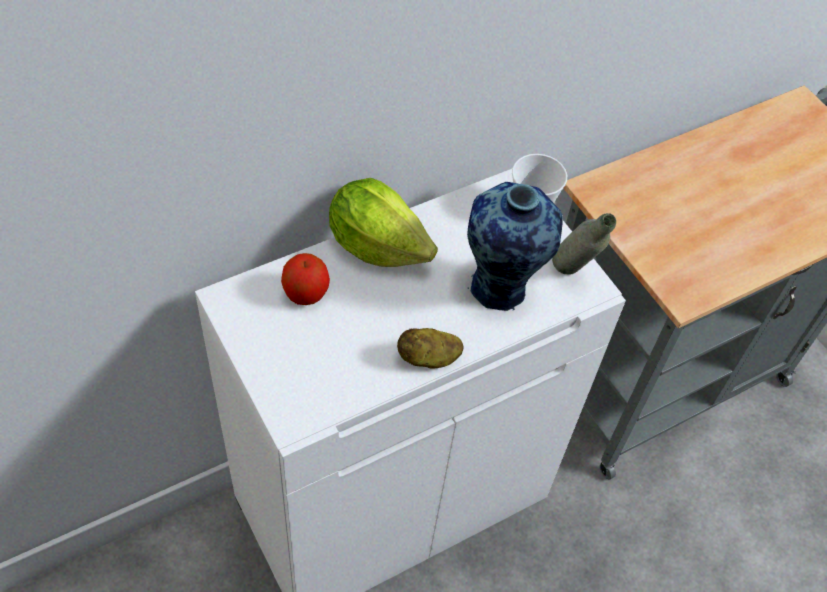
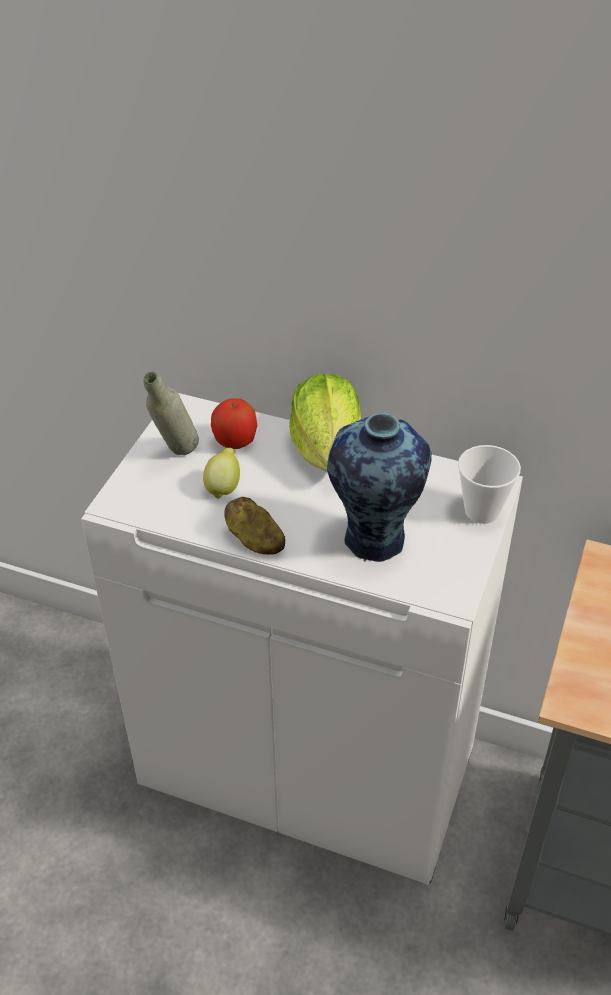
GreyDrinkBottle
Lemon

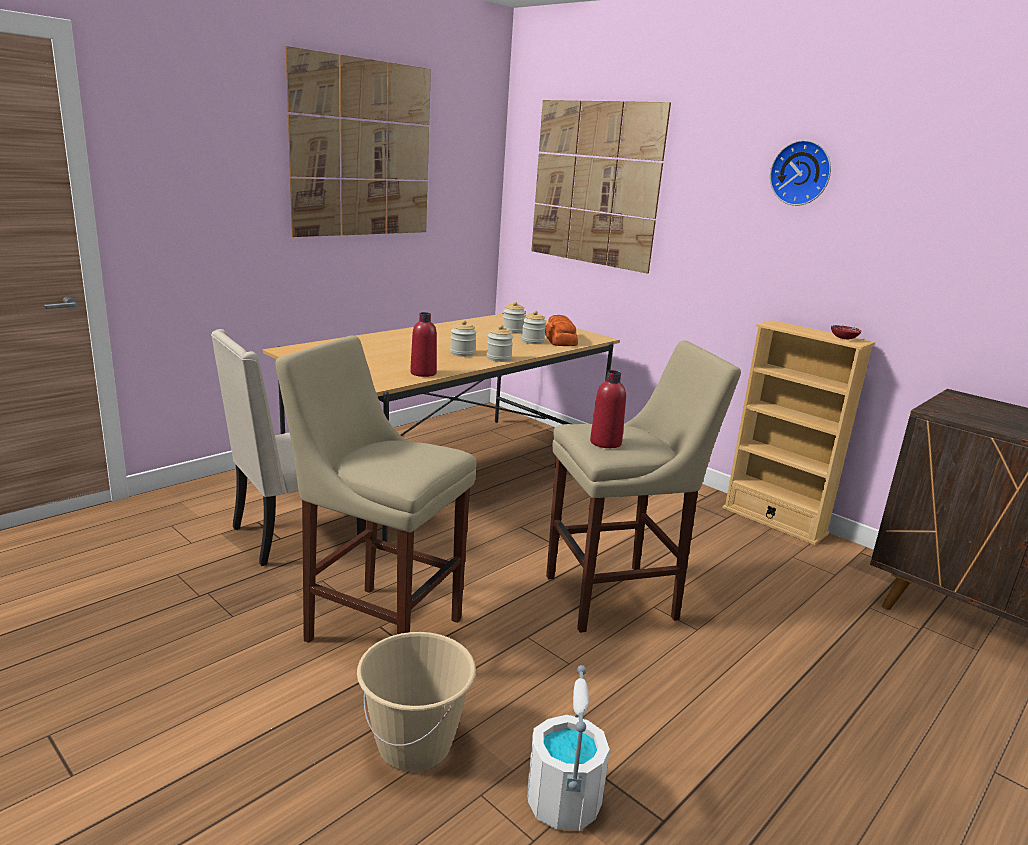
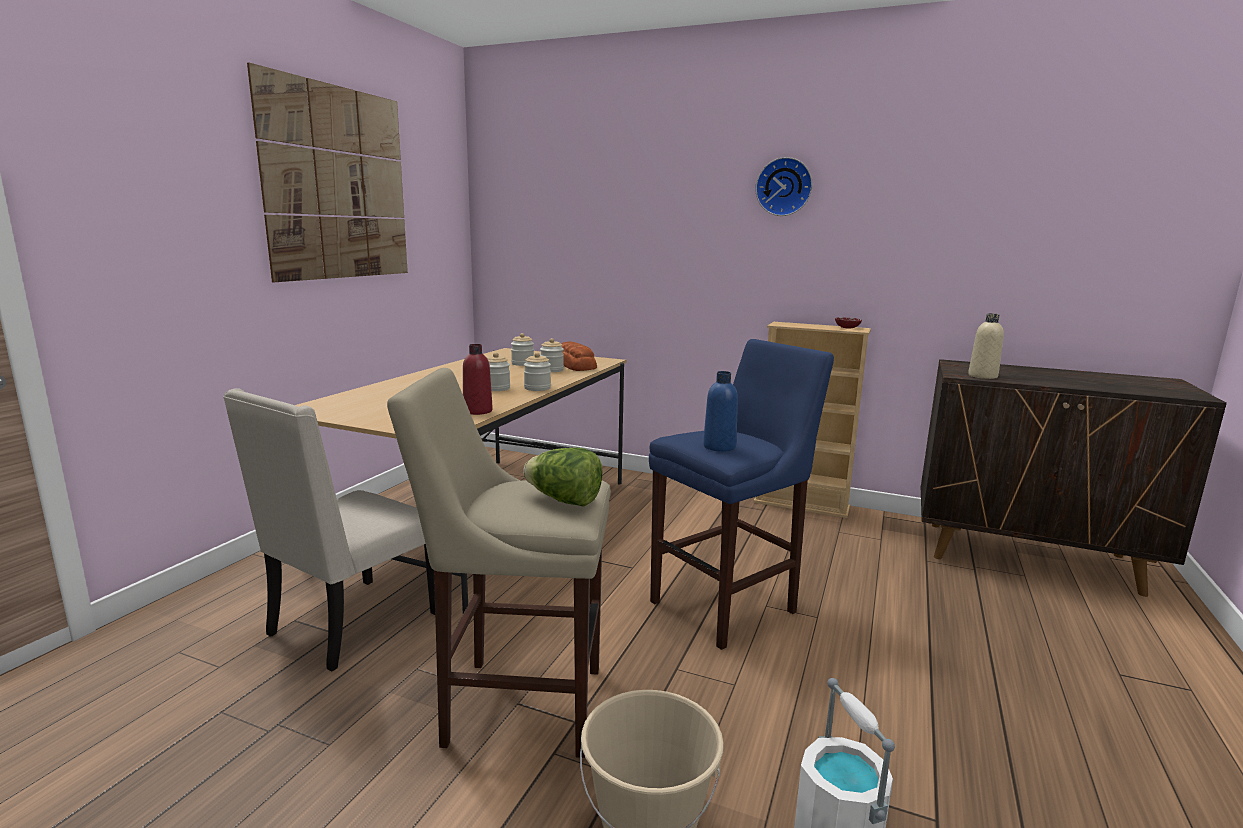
WallPicture (no. 2 from left in the first image)
BlueStoolSeat
BlueDrinkBottle
LettuceHead
BeigeColouredDrinkBottle

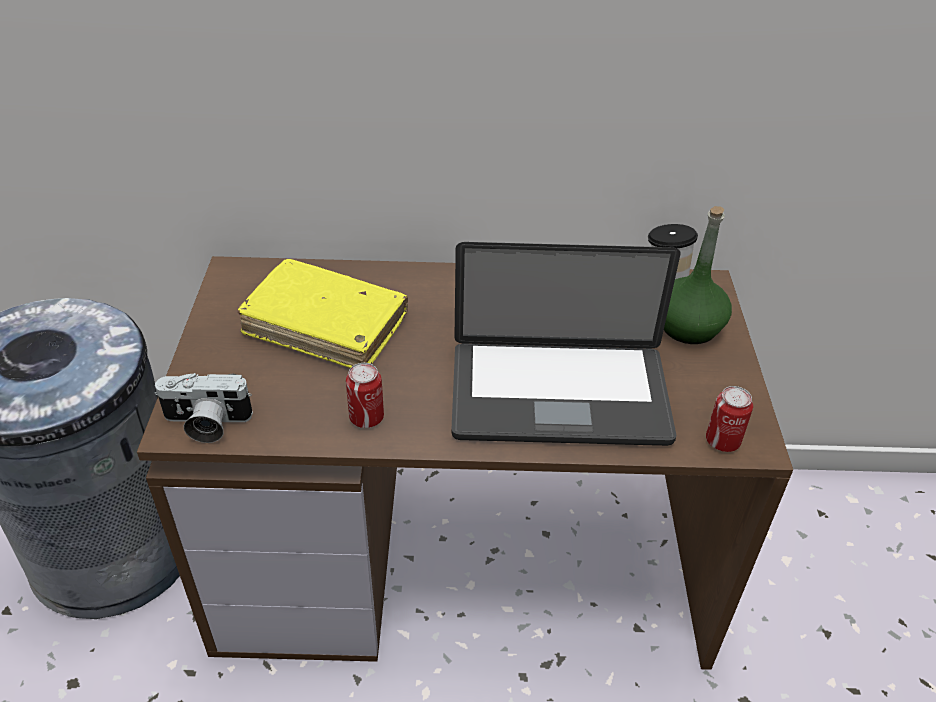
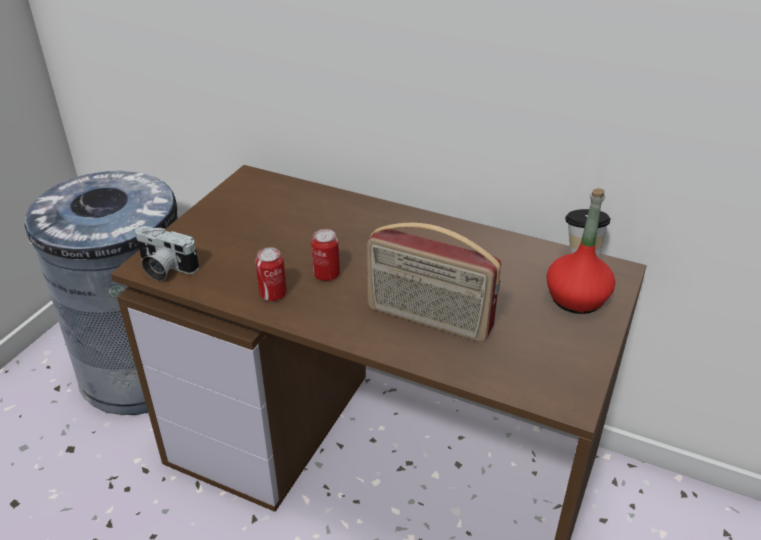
YellowishBook
RadioReceiver
ReddishDrinkBottle
Can (no. 2 from left)

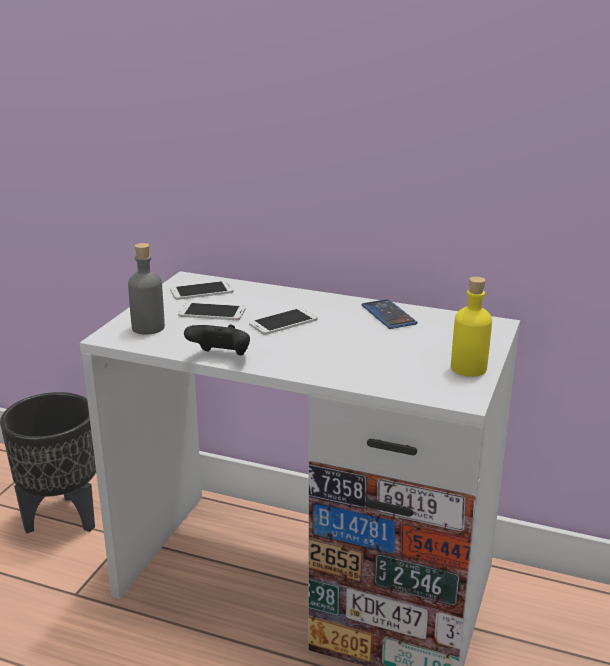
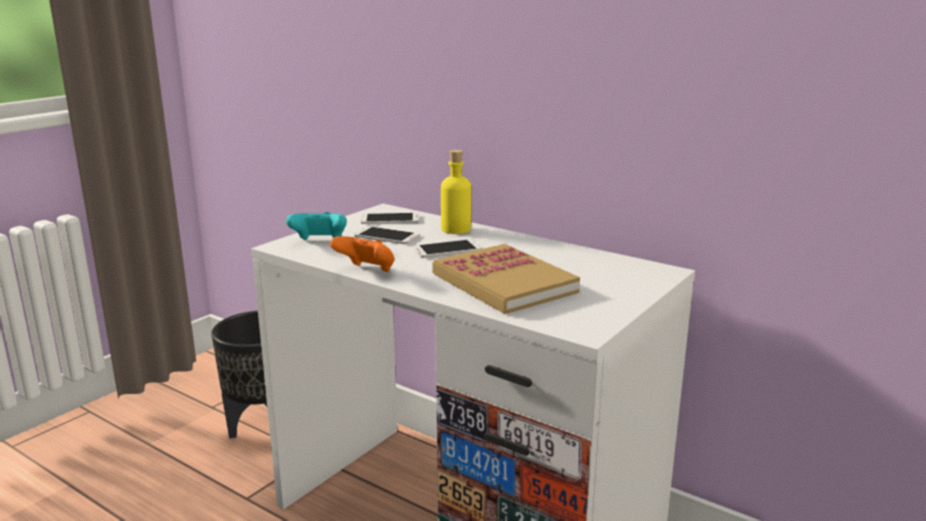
BlueGreenJoypad
OrangeColouredJoypad
Phone (no. 4 from left in the first image)
YellowishDrinkBottle
Book

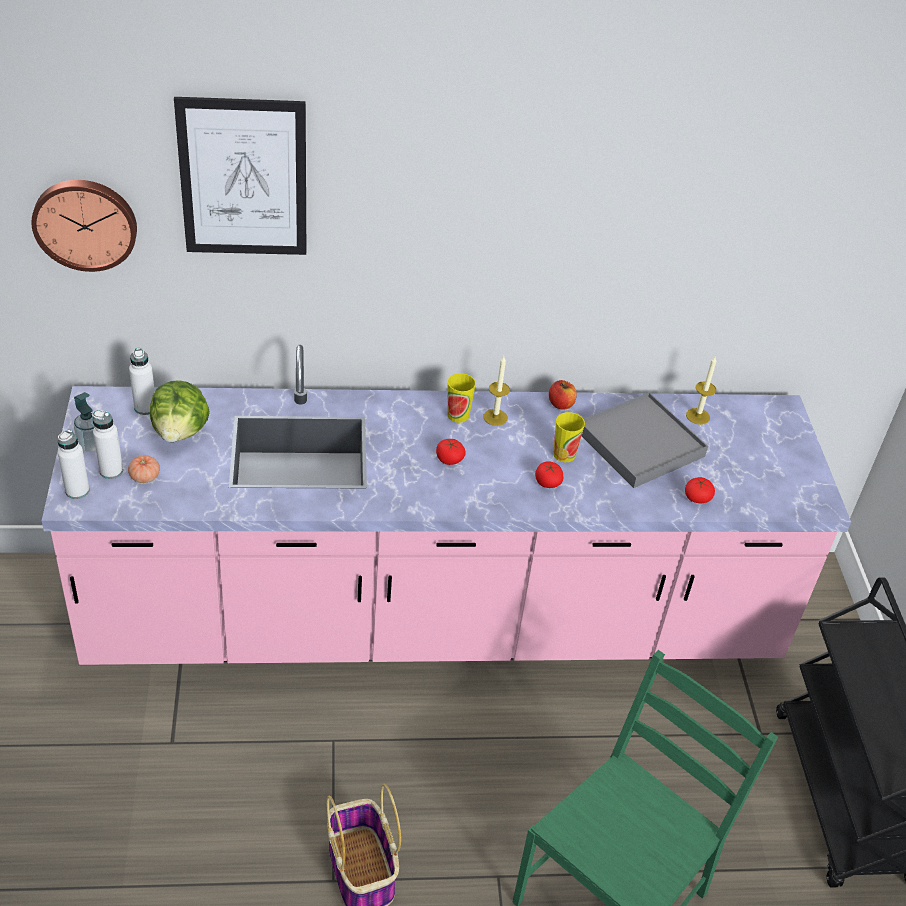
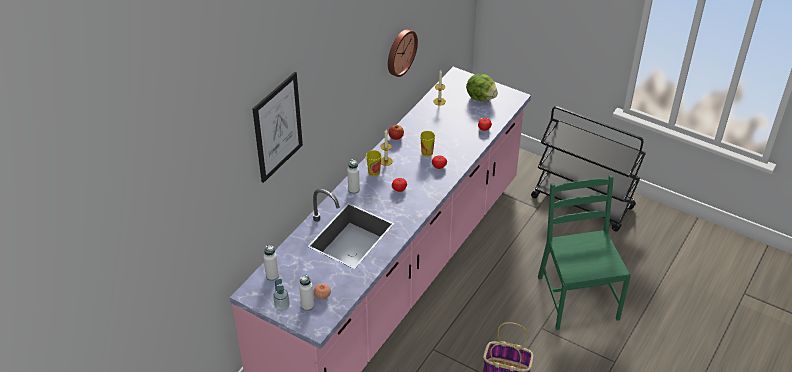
ClockOnTheWall
WhitishDrinkBottle (no. 3 from left)
LettuceHead
GreyServingTray

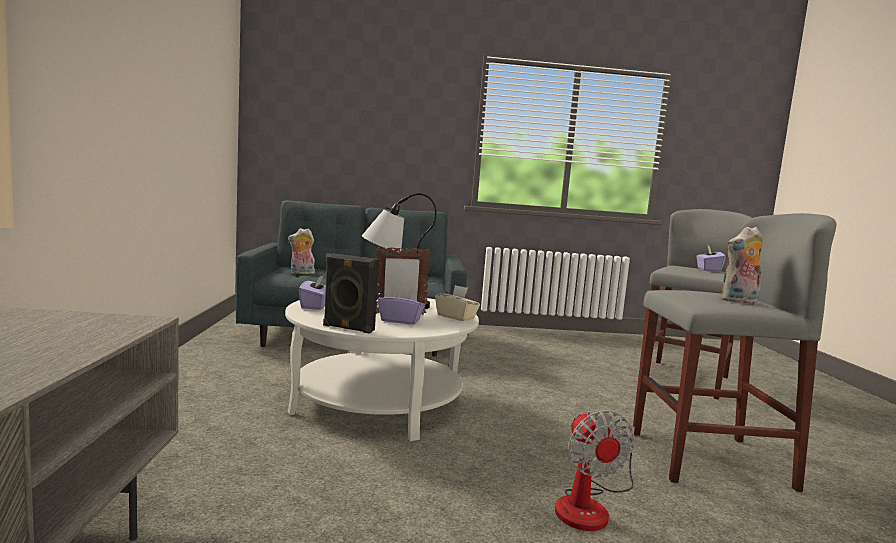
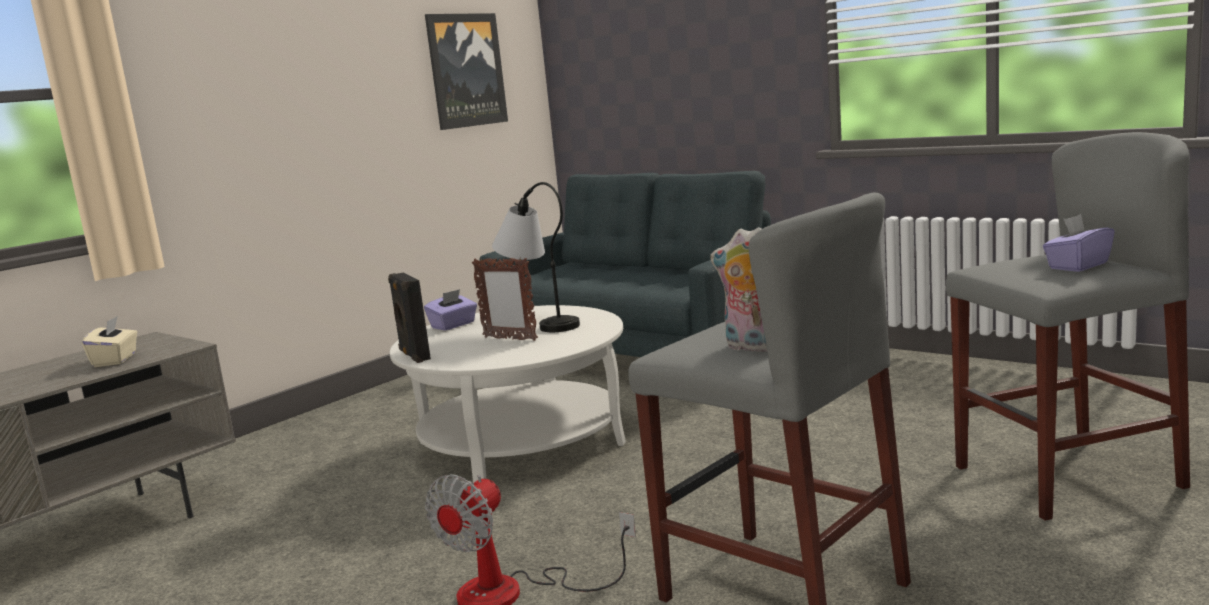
CuddlyToy (no. 1 from left in the first image)
PurpleColouredTissueHolder (no. 2 from left in the first image)
BeigeColouredTissueHolder
WallPicture

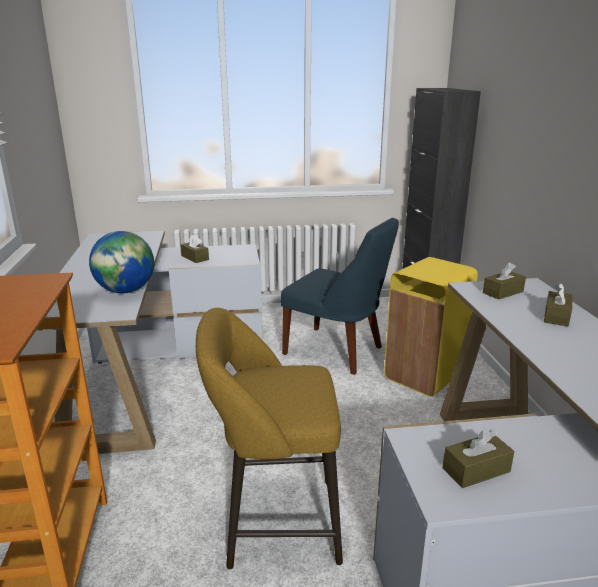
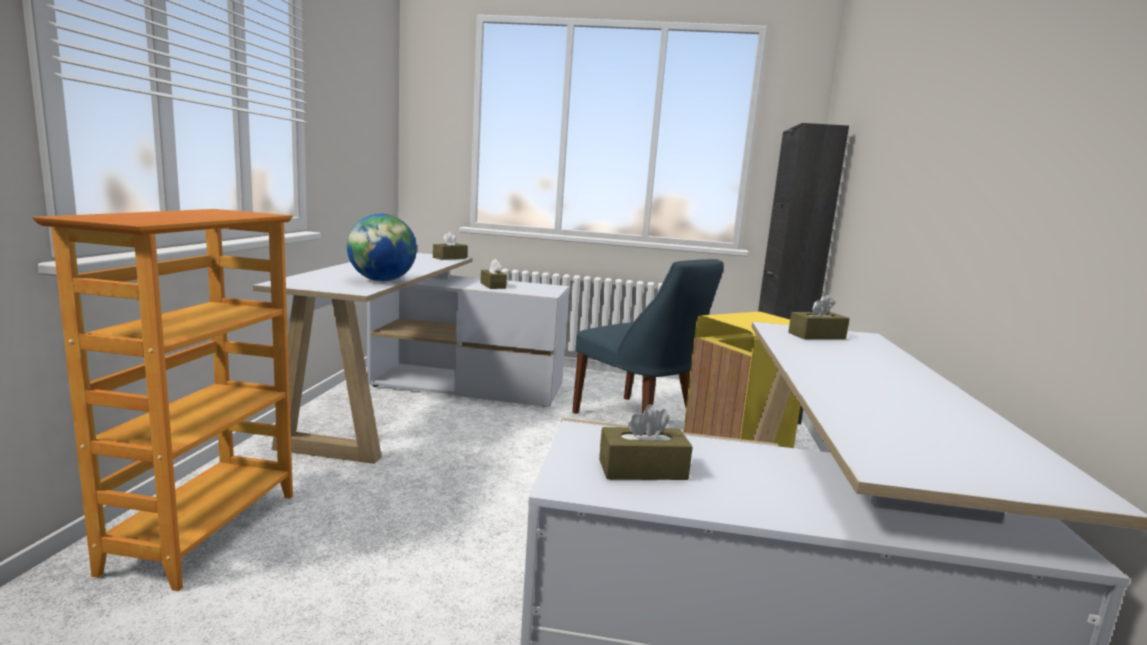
YellowishStoolSeat
BrownColouredTissueHolder (no. 1 from left)

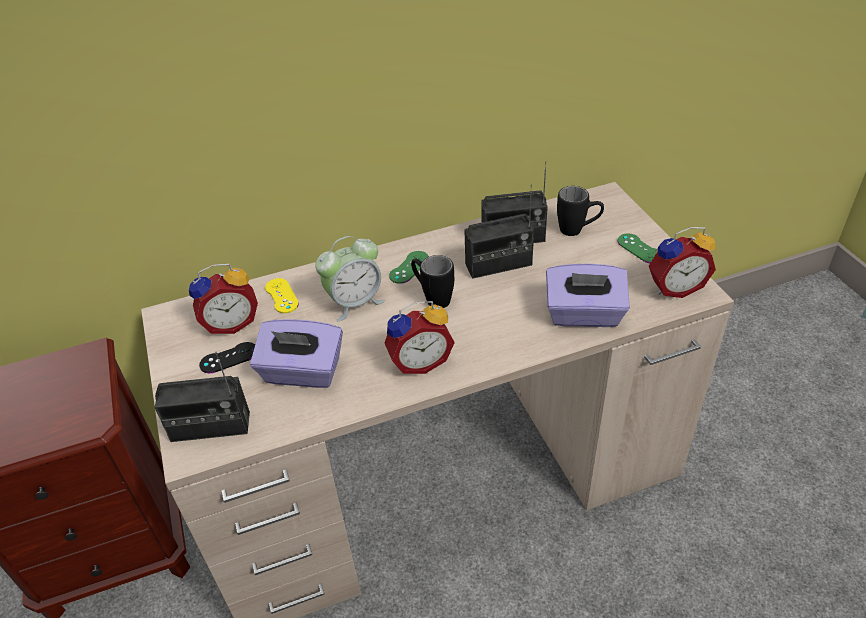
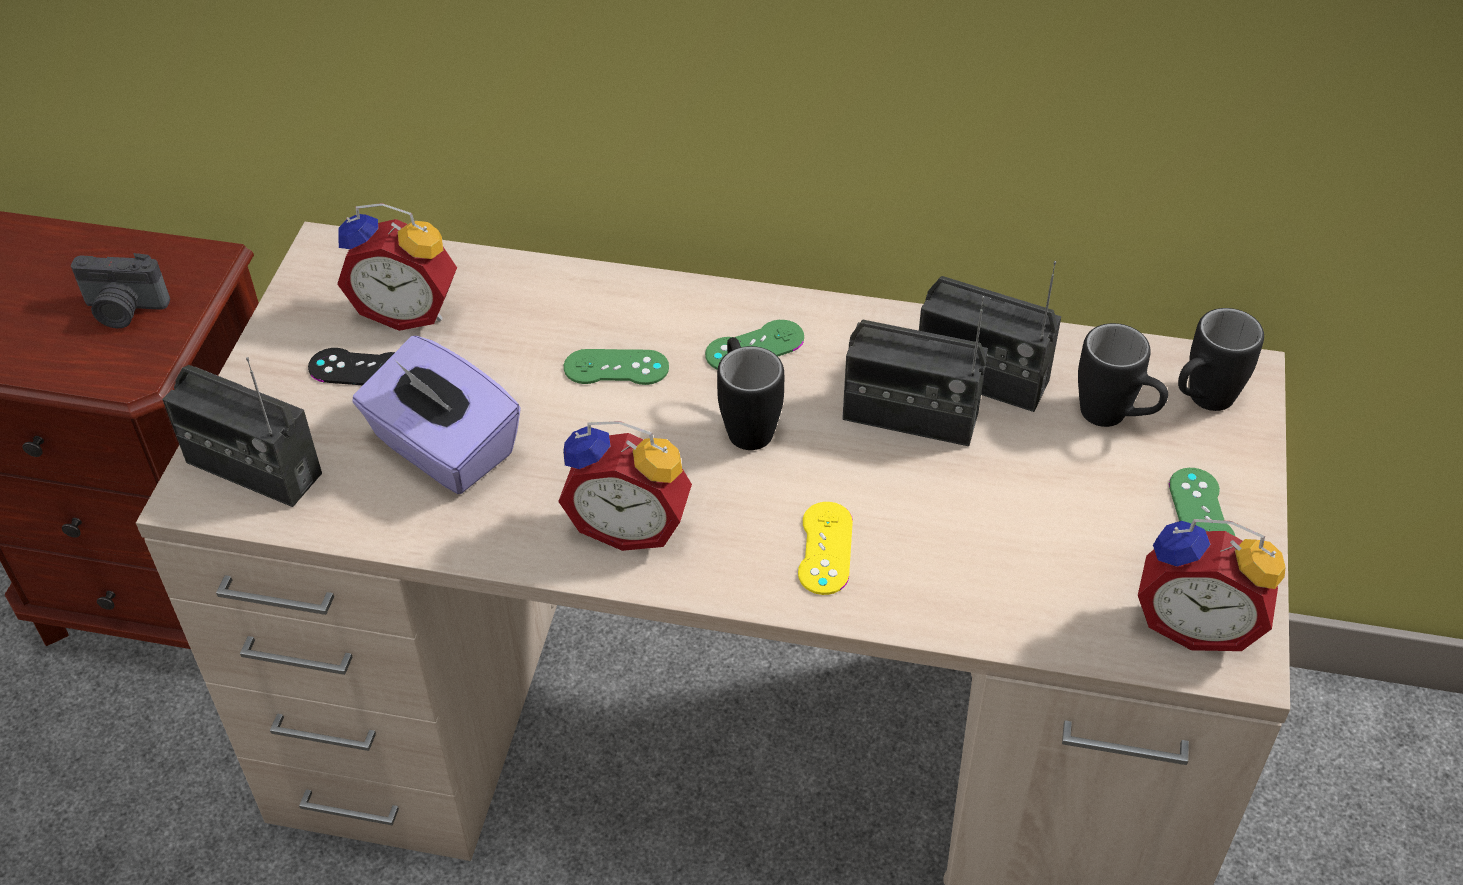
YellowishJoypad
GreenColouredJoypad (no. 1 from left)
PurpleColouredTissueHolder (no. 2 from left in the first image)
StillCamera
BlackishTeaMug (no. 3 from left)

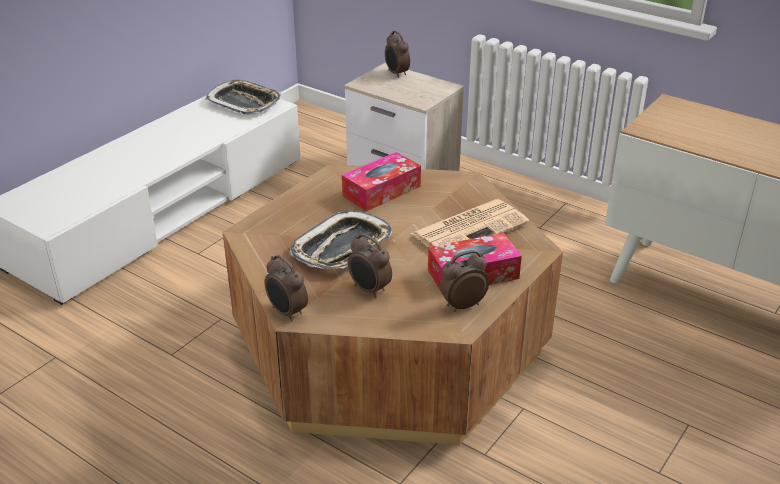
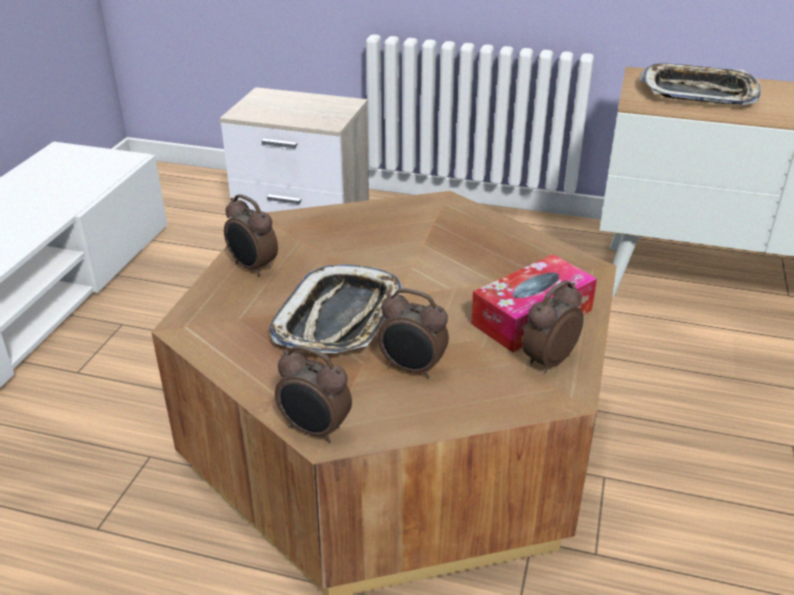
ServingTray (no. 2 from left)
TissueHolder (no. 1 from left in the first image)
AlarmClock (no. 1 from left)
PrintedPaper

